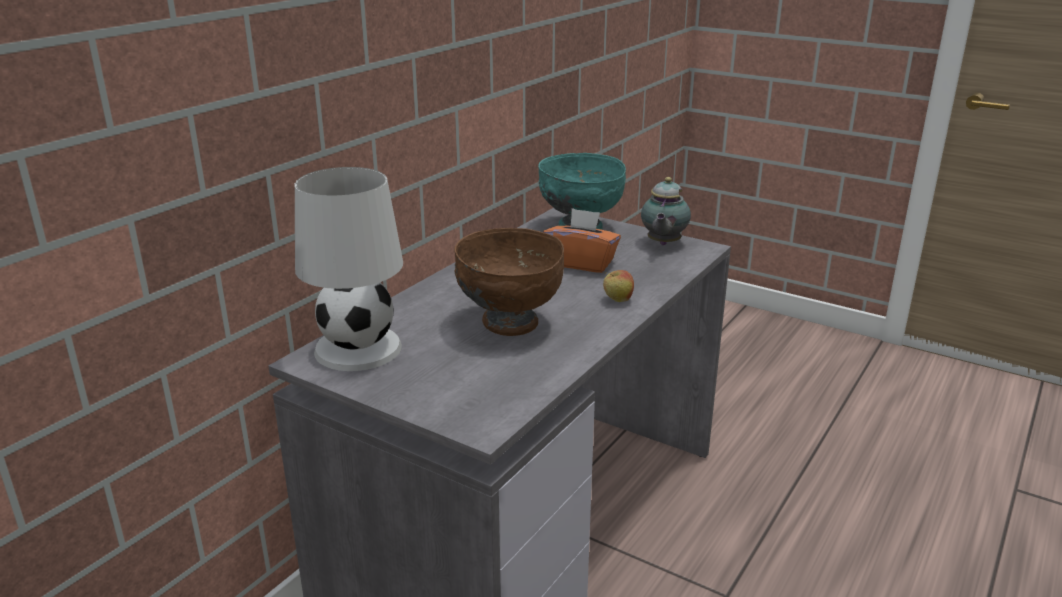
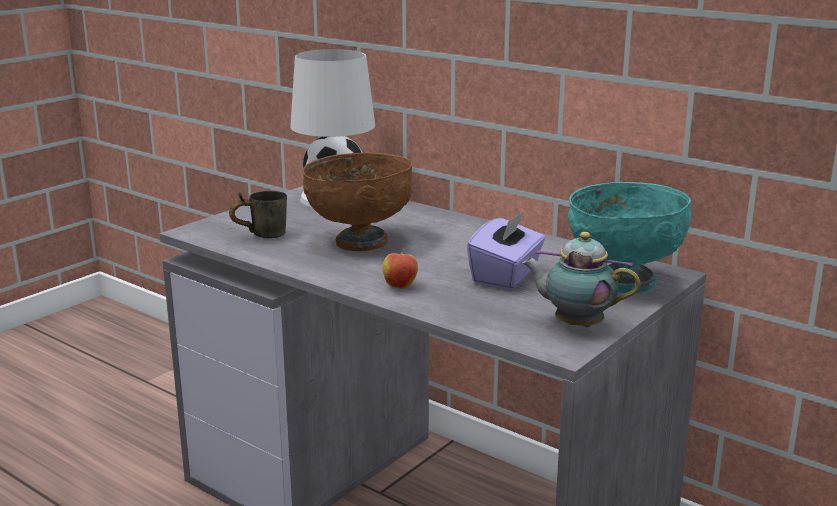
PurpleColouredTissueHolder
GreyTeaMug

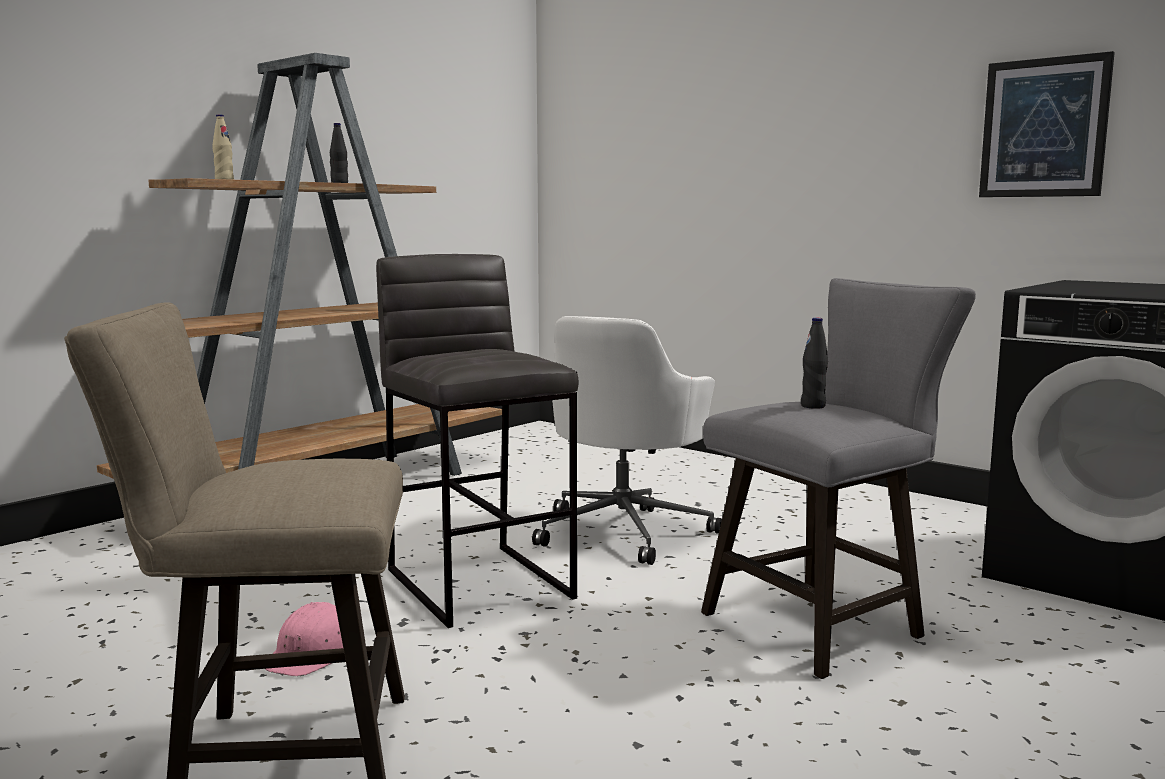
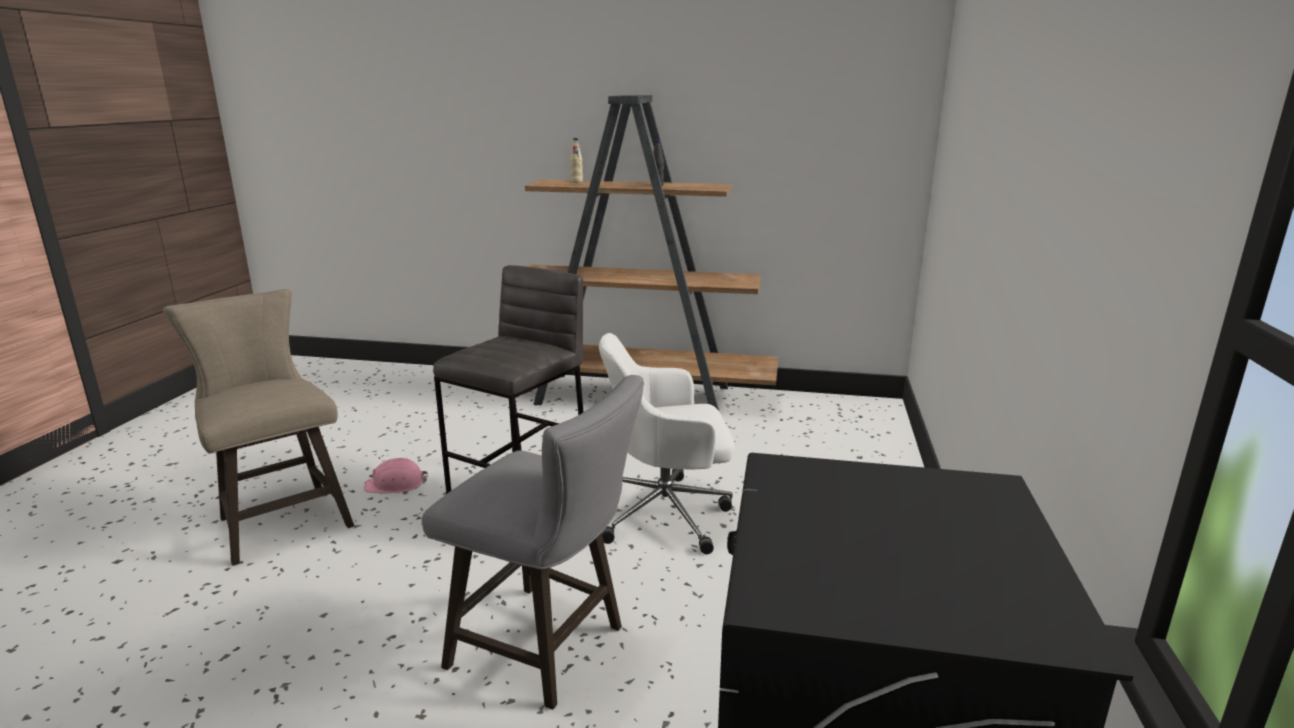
BlackishDrinkBottle (no. 2 from left in the first image)
WallPicture

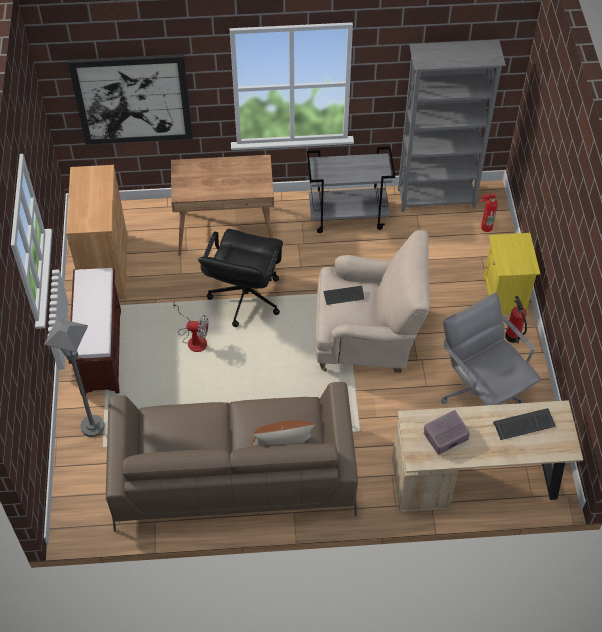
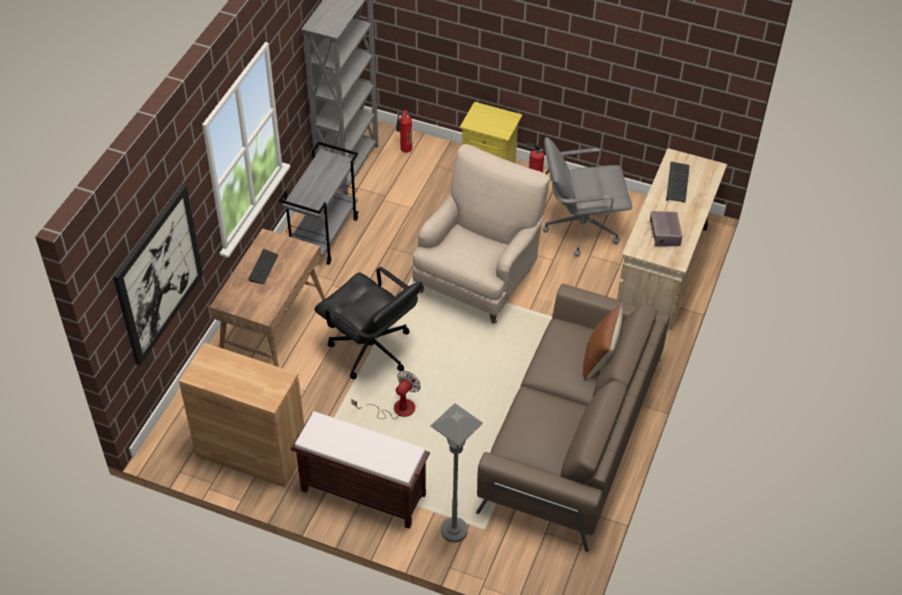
PcKeyboard (no. 1 from left)

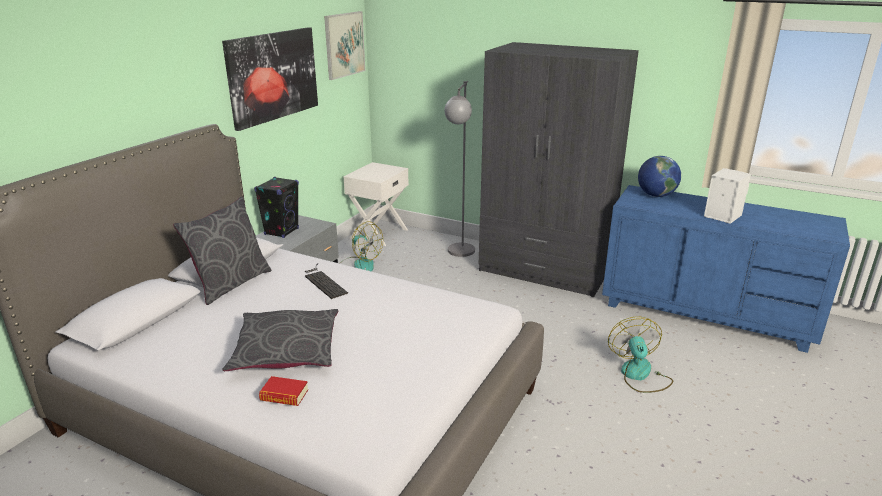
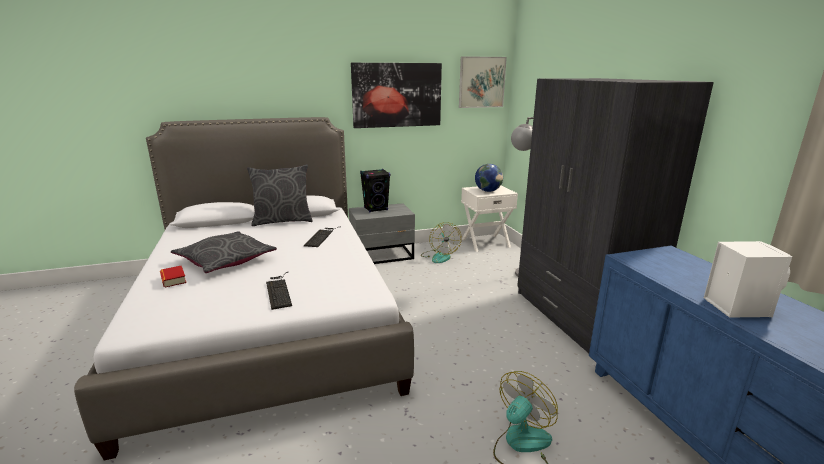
Globe
PcKeyboard (no. 1 from left)

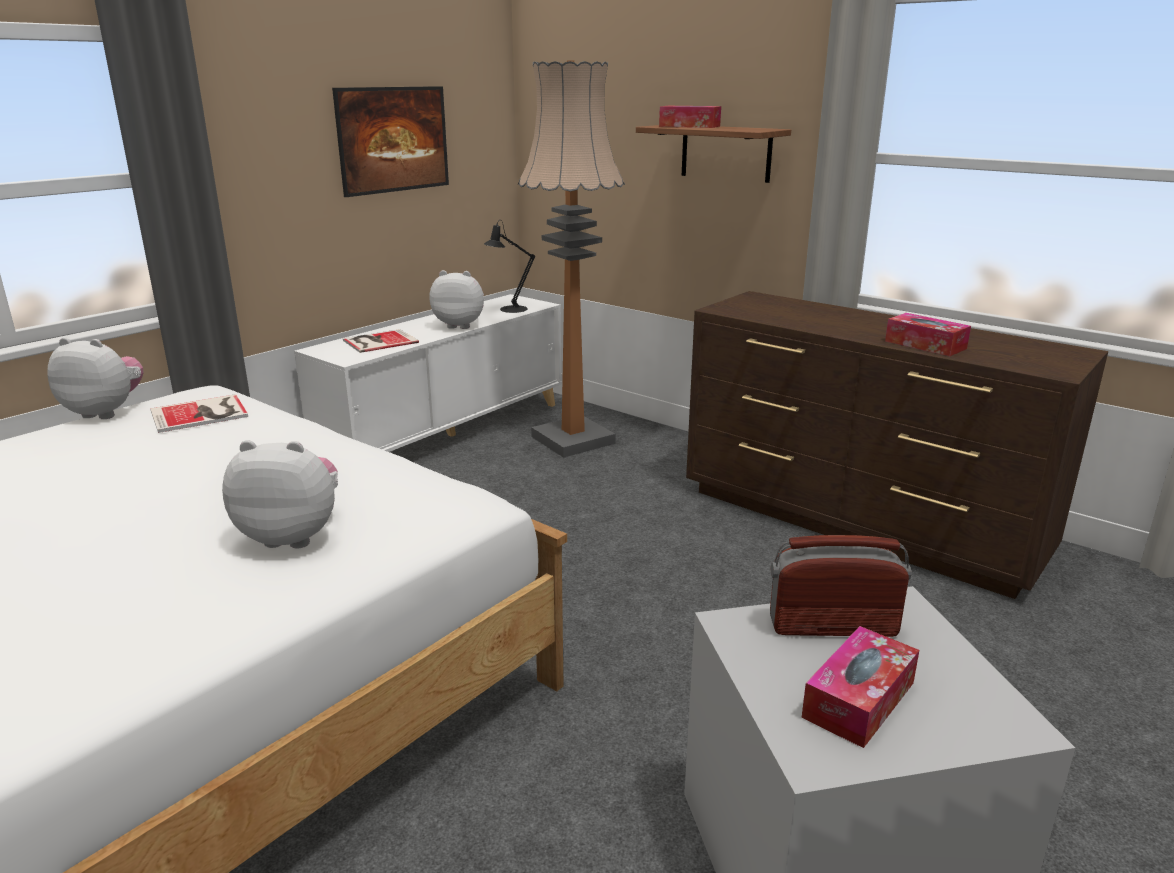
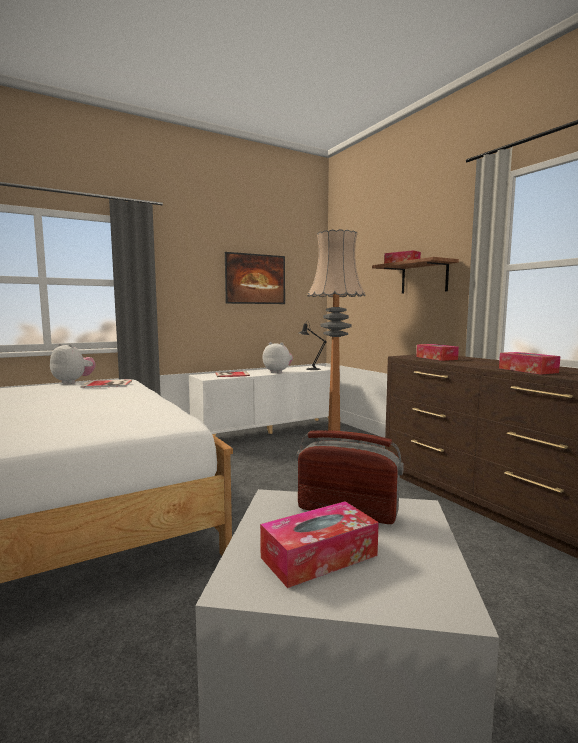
CuddlyToy (no. 2 from left in the first image)
TissueHolder (no. 3 from left)

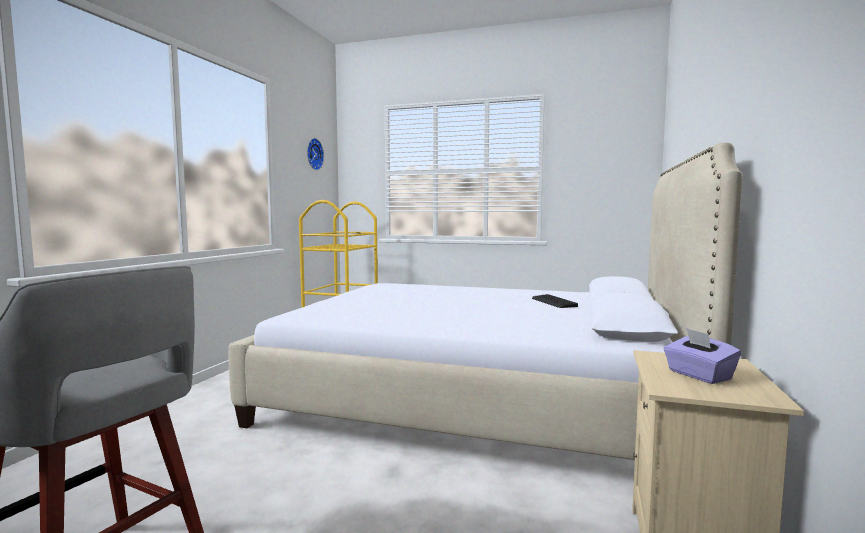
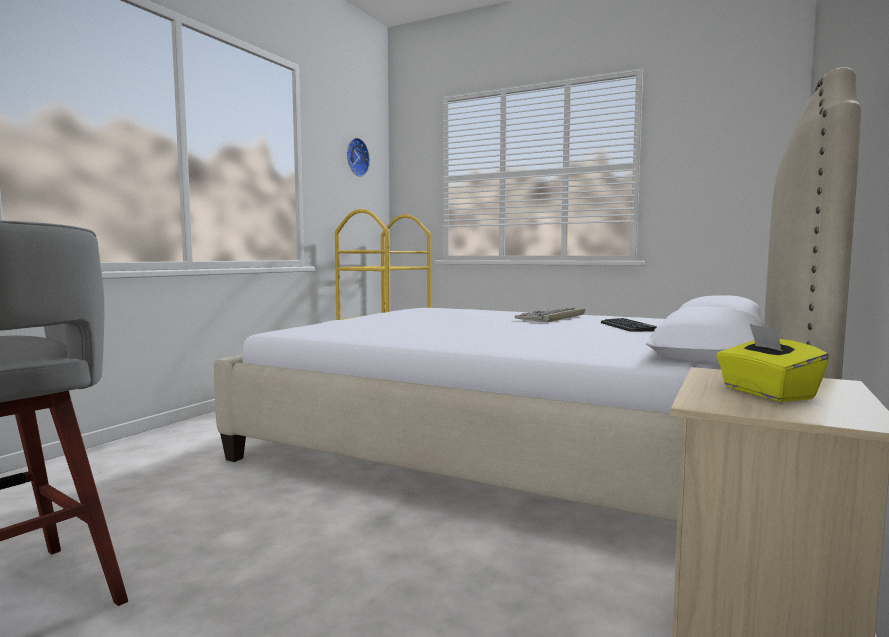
YellowishTissueHolder
PcKeyboard (no. 1 from left)

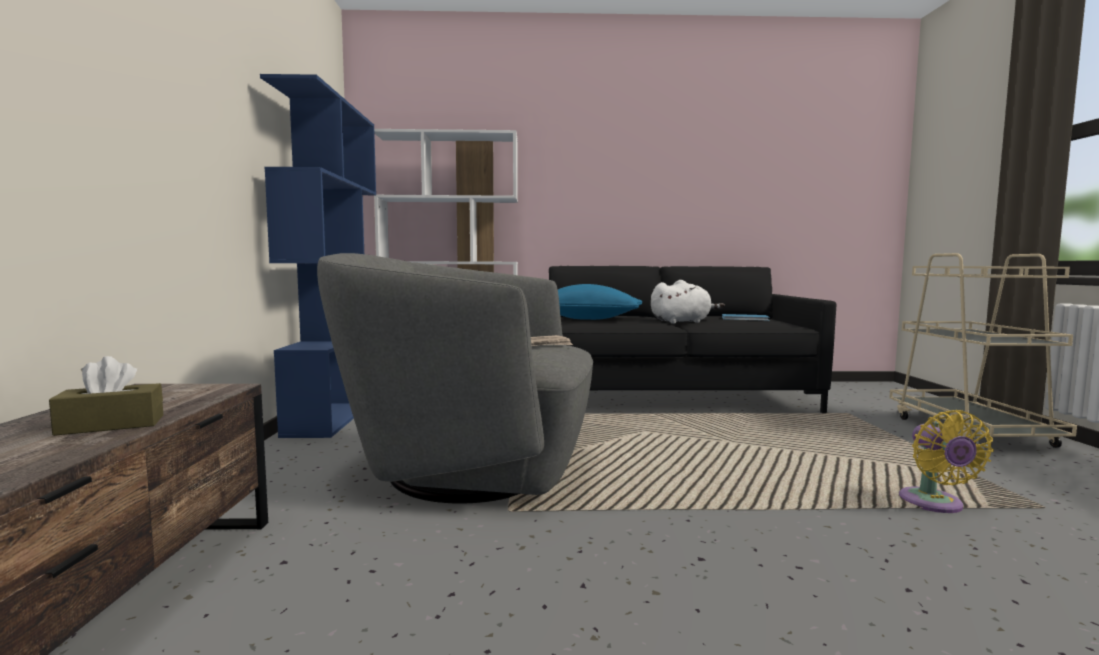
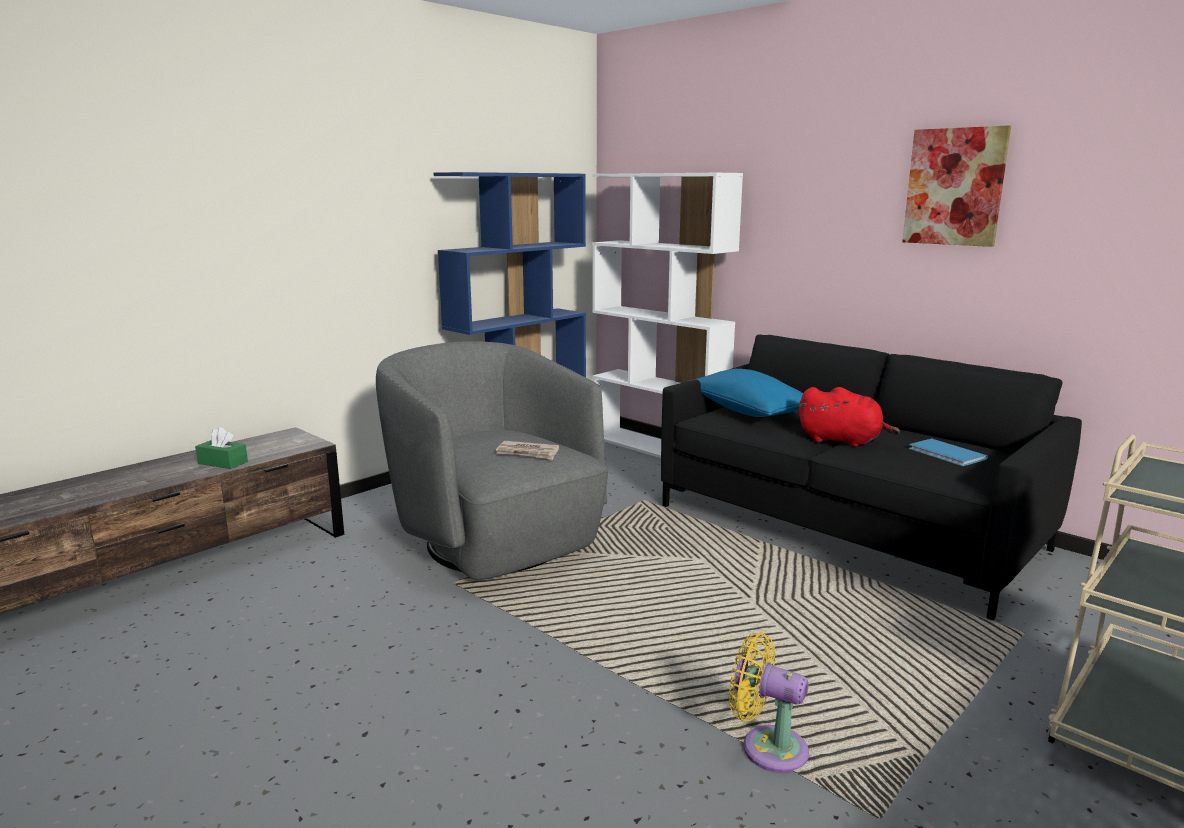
GreenColouredTissueHolder
ReddishCuddlyToy
YellowishFan
WallPicture

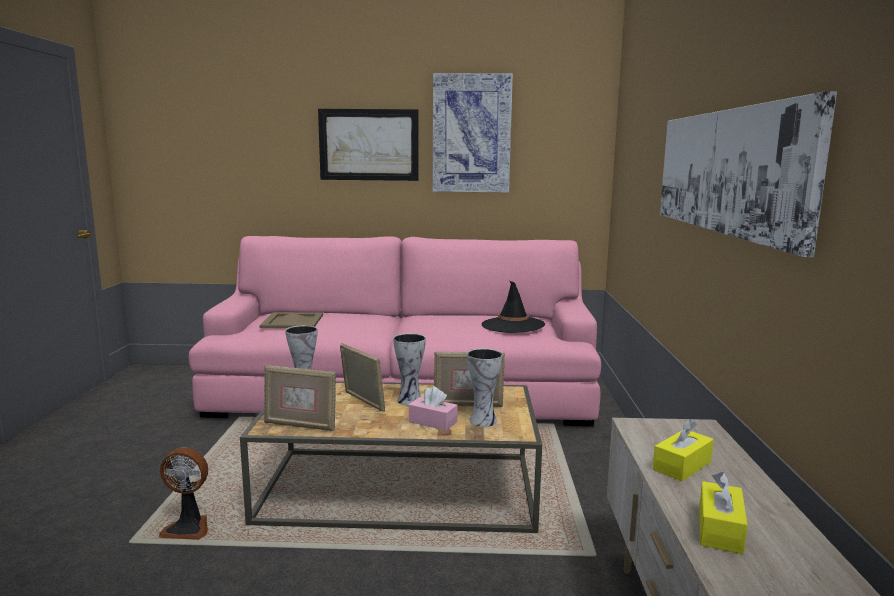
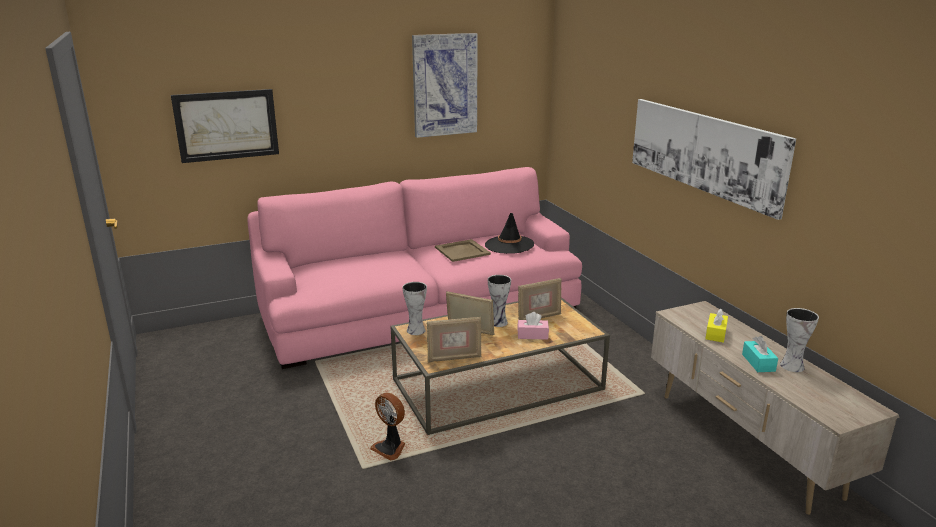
Fan
BeigeColouredServingTray
WallPicture (no. 1 from left)
Vase (no. 3 from left)
BlueGreenTissueHolder

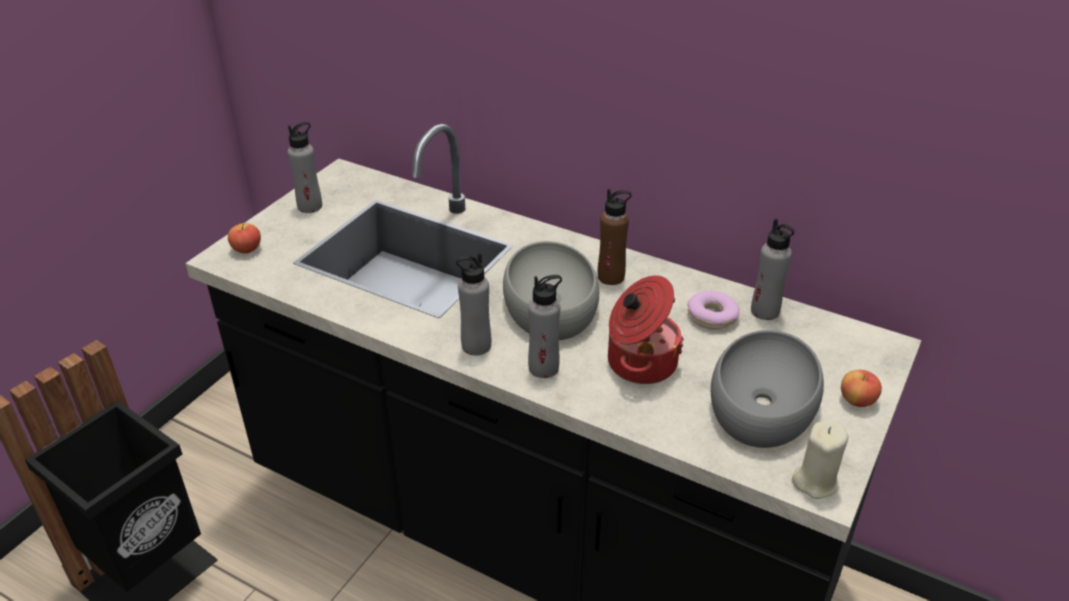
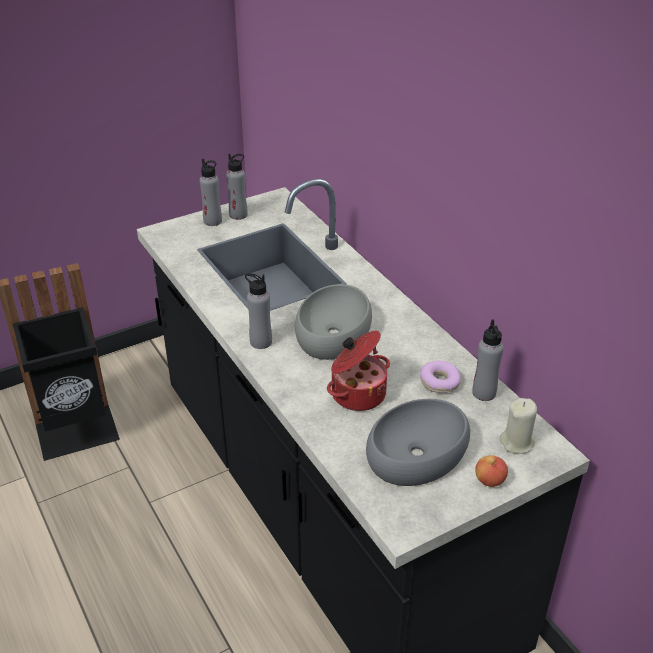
WholeApple (no. 1 from left in the first image)
GreyDrinkBottle (no. 1 from left)
BrownColouredDrinkBottle
BeigeColouredWaxLight

